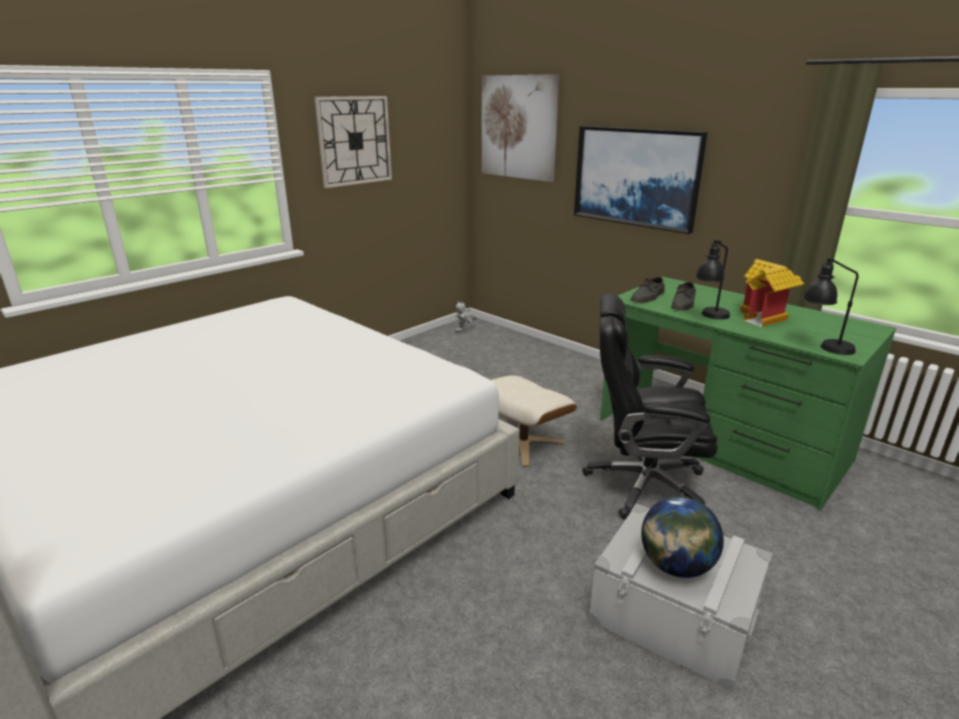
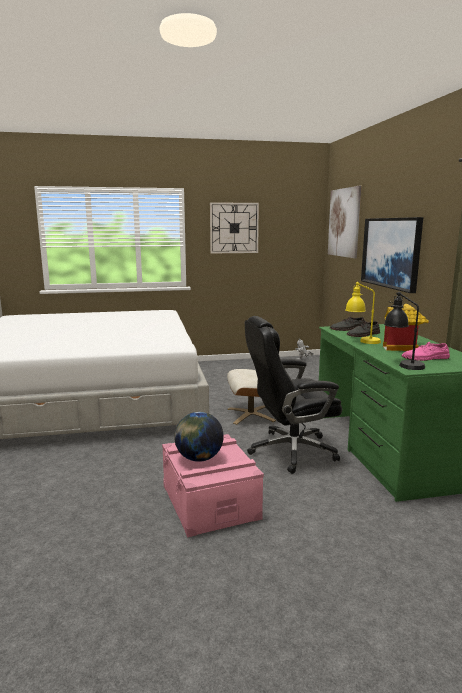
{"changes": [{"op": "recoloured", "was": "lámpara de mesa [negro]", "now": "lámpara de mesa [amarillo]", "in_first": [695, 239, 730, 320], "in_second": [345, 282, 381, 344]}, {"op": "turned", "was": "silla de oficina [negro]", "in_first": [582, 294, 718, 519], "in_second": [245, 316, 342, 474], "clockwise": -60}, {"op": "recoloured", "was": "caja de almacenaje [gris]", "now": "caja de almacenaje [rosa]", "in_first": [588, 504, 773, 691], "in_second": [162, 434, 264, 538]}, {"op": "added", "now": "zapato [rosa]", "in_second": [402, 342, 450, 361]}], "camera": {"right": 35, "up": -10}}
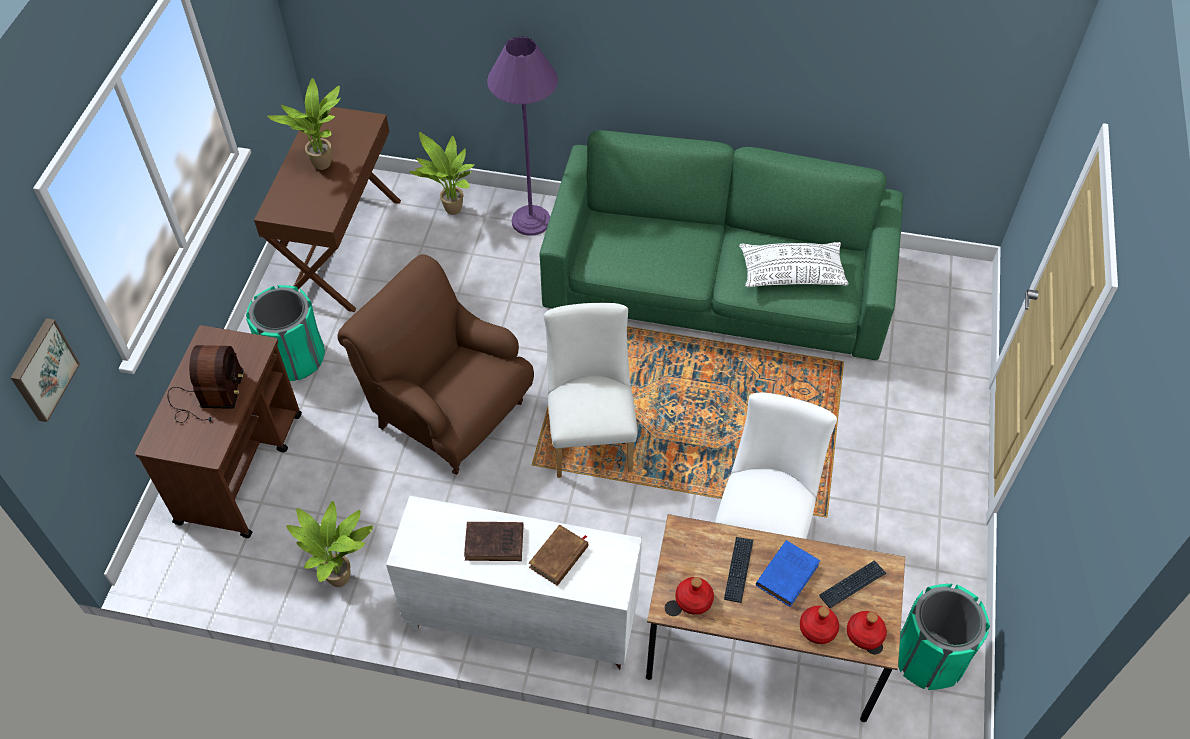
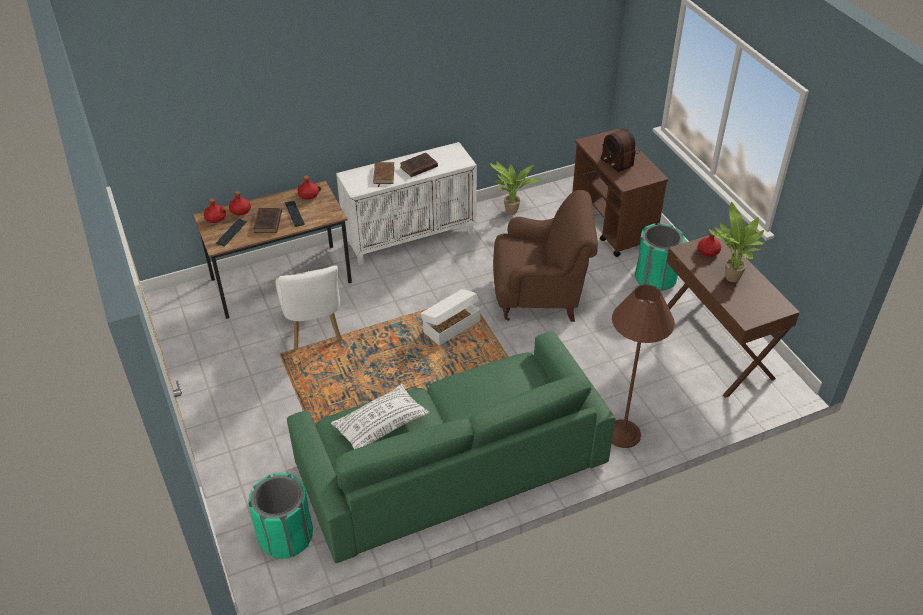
{"changes": [{"op": "recoloured", "was": "lámpara de pie [morado]", "now": "lámpara de pie [marrón]", "in_first": [487, 37, 558, 236], "in_second": [612, 285, 675, 448]}, {"op": "removed", "was": "planta en maceta", "in_first": [409, 132, 475, 215]}, {"op": "replaced", "was": "silla [blanco]", "now": "caja de almacenaje [blanco]", "in_first": [544, 303, 637, 478], "in_second": [421, 289, 480, 345]}, {"op": "removed", "was": "cuadro", "in_first": [11, 318, 80, 422]}, {"op": "recoloured", "was": "libro [azul]", "now": "libro [marrón]", "in_first": [756, 540, 820, 607], "in_second": [254, 208, 282, 233]}, {"op": "moved", "was": "papelera [verde]", "in_first": [898, 584, 990, 690], "in_second": [248, 473, 313, 559]}, {"op": "added", "now": "botella [rojo]", "in_second": [698, 232, 721, 257]}], "camera": {"right": 145, "up": -10}}
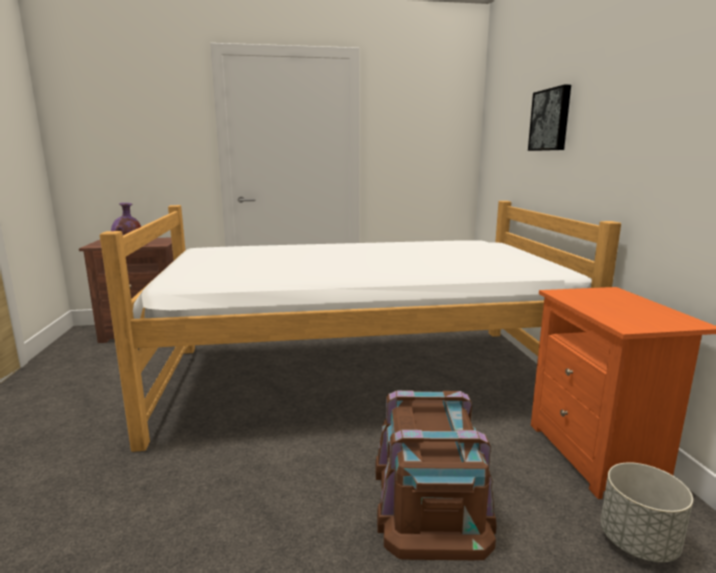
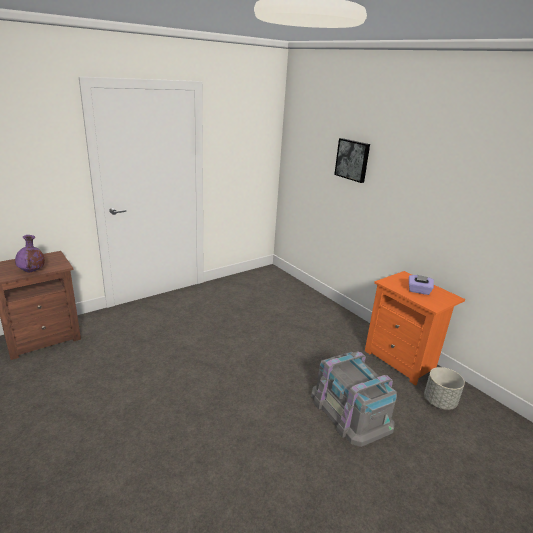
{"changes": [{"op": "removed", "was": "cama", "in_first": [100, 201, 621, 452]}, {"op": "recoloured", "was": "caja de almacenaje [marrón]", "now": "caja de almacenaje [gris]", "in_first": [375, 391, 497, 560], "in_second": [311, 352, 397, 447]}, {"op": "added", "now": "caja de pañuelos [morado]", "in_second": [409, 275, 434, 295]}], "camera": {"right": -30, "up": 10}}
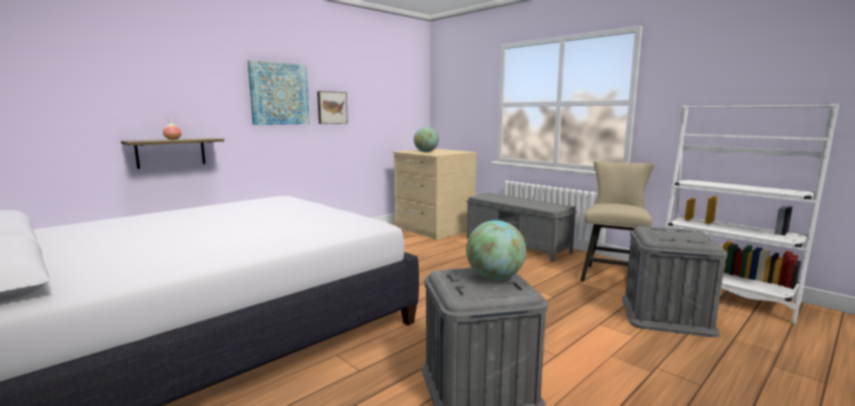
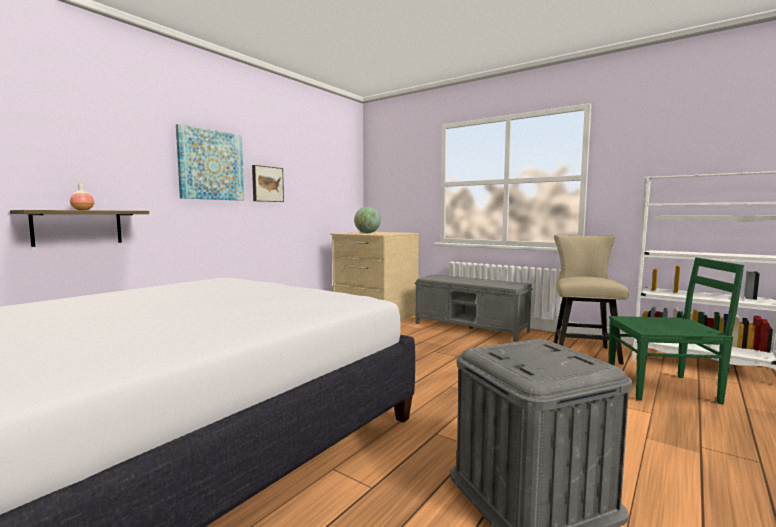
{"changes": [{"op": "removed", "was": "globo terráqueo", "in_first": [466, 220, 526, 280]}, {"op": "replaced", "was": "caja de almacenaje [gris]", "now": "silla [verde]", "in_first": [622, 226, 728, 337], "in_second": [609, 258, 744, 404]}], "camera": {"right": -10, "up": -5}}
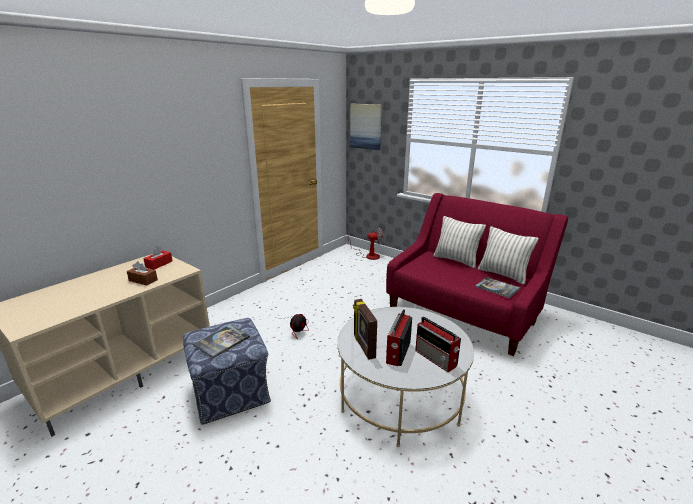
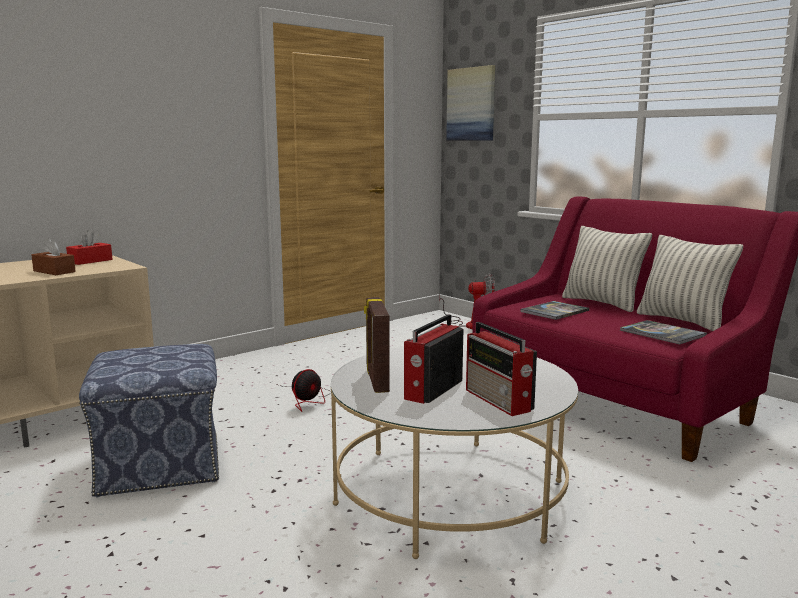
{"changes": [{"op": "moved", "was": "libro", "in_first": [193, 325, 250, 358], "in_second": [521, 301, 589, 320]}], "camera": {"right": 10, "up": -10}}
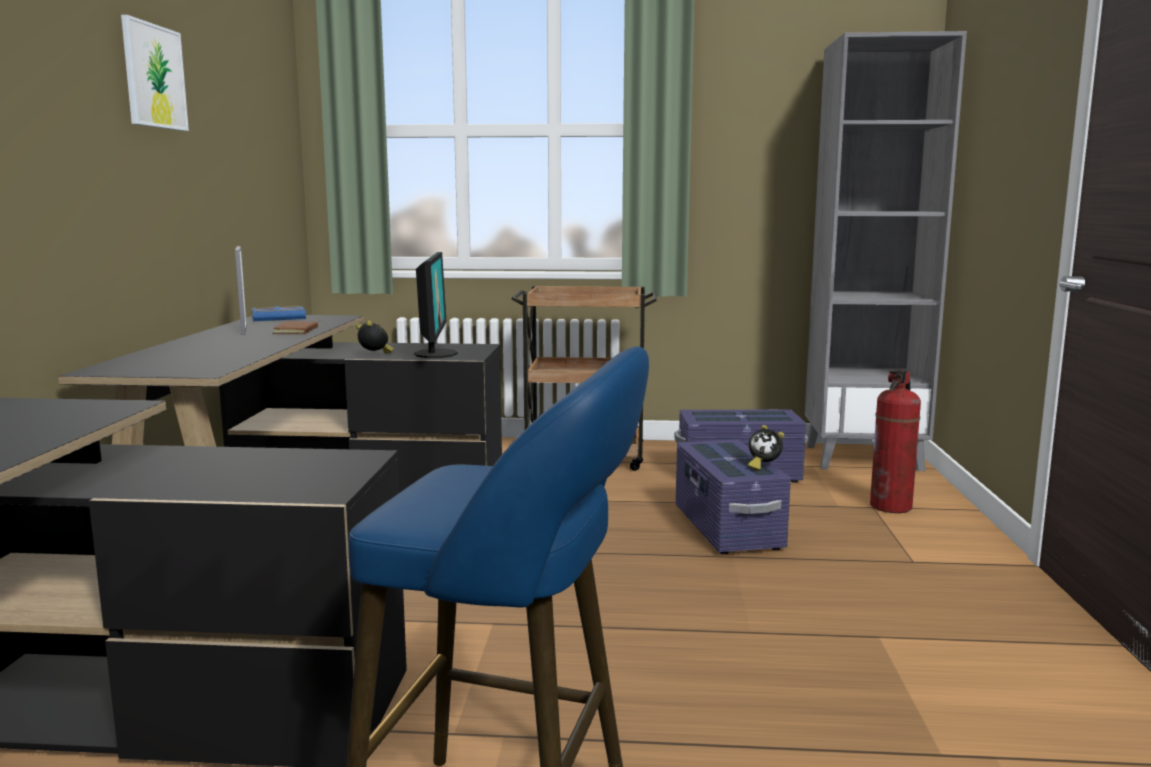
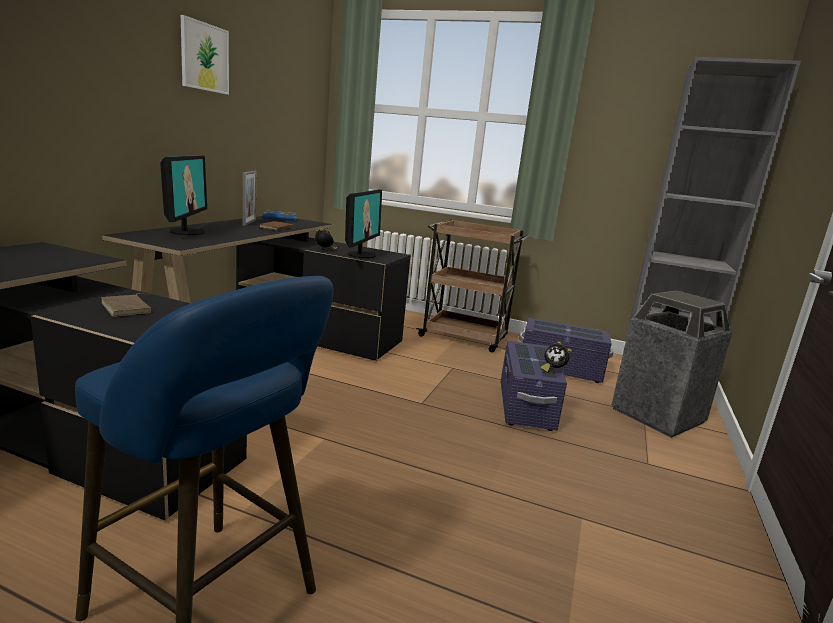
{"changes": [{"op": "replaced", "was": "extintor", "now": "papelera", "in_first": [870, 369, 921, 513], "in_second": [611, 290, 732, 438]}, {"op": "added", "now": "monitor", "in_second": [160, 155, 207, 235]}, {"op": "added", "now": "libro [marrón]", "in_second": [101, 293, 151, 317]}], "camera": {"right": 15, "up": 5}}
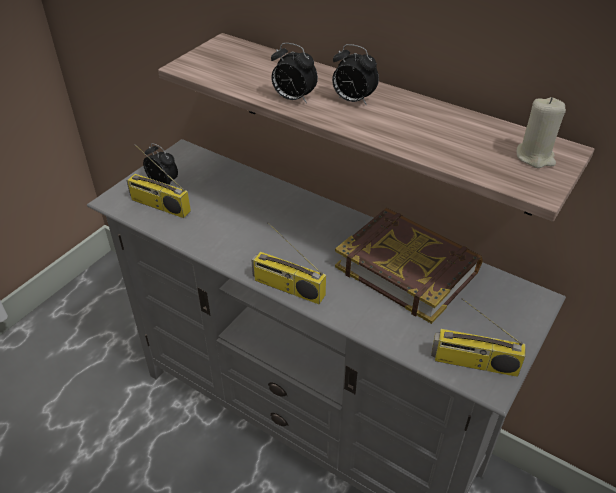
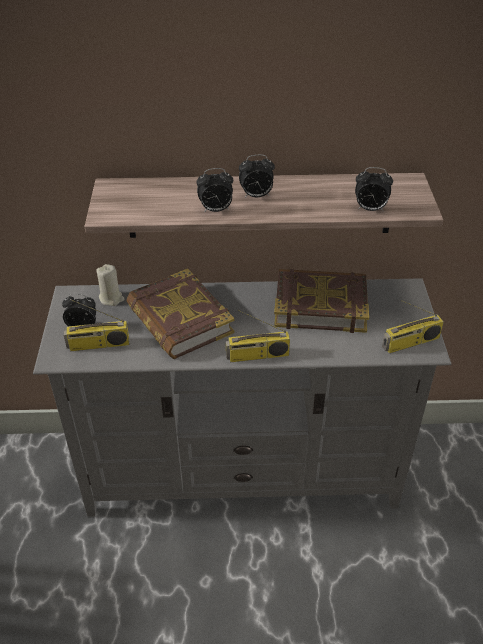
{"changes": [{"op": "moved", "was": "vela [beis]", "in_first": [517, 97, 566, 168], "in_second": [96, 264, 125, 306]}, {"op": "added", "now": "despertador", "in_second": [355, 167, 393, 211]}, {"op": "added", "now": "libro", "in_second": [126, 269, 235, 359]}], "camera": {"right": -35, "up": 0}}
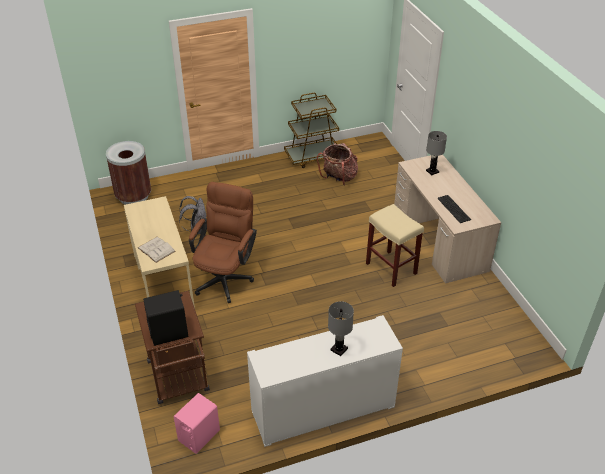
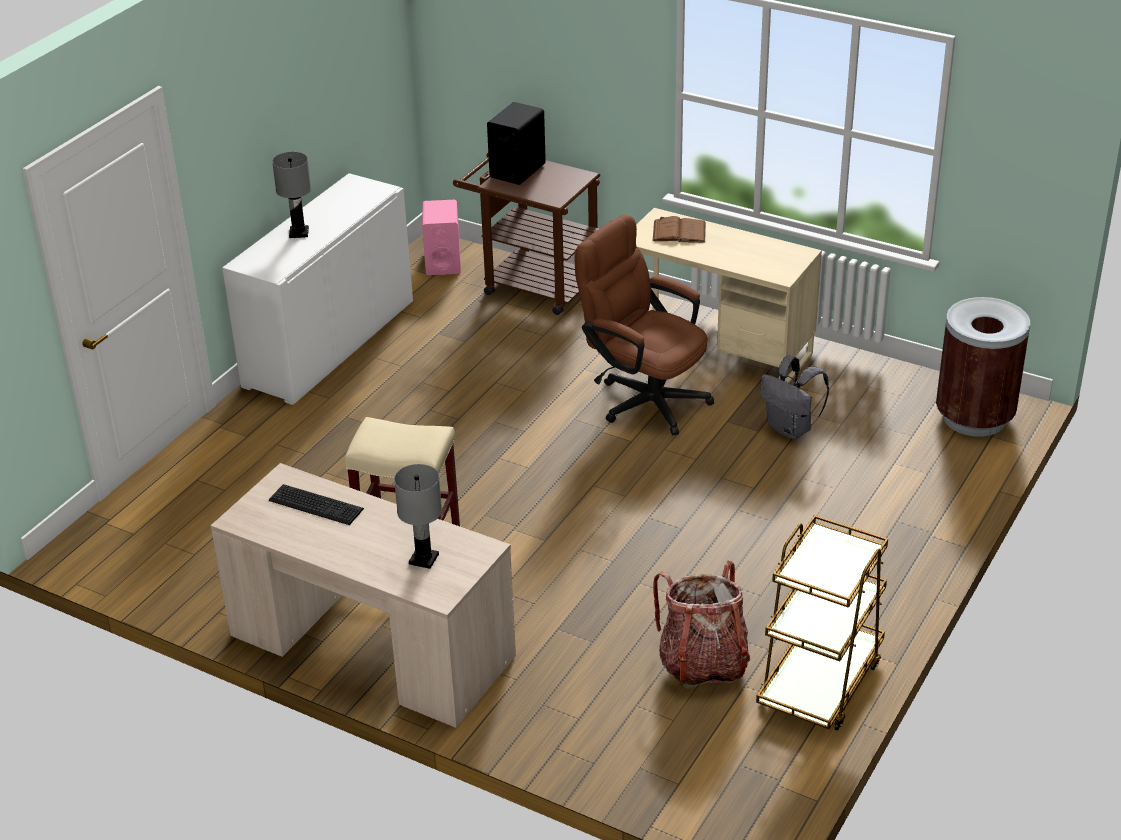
{"changes": [{"op": "turned", "was": "silla de oficina [marrón]", "in_first": [189, 182, 257, 303], "in_second": [574, 214, 714, 435], "clockwise": 150}, {"op": "recoloured", "was": "libro [blanco]", "now": "libro [marrón]", "in_first": [138, 237, 176, 263], "in_second": [653, 216, 706, 243]}], "camera": {"right": 140, "up": -5}}
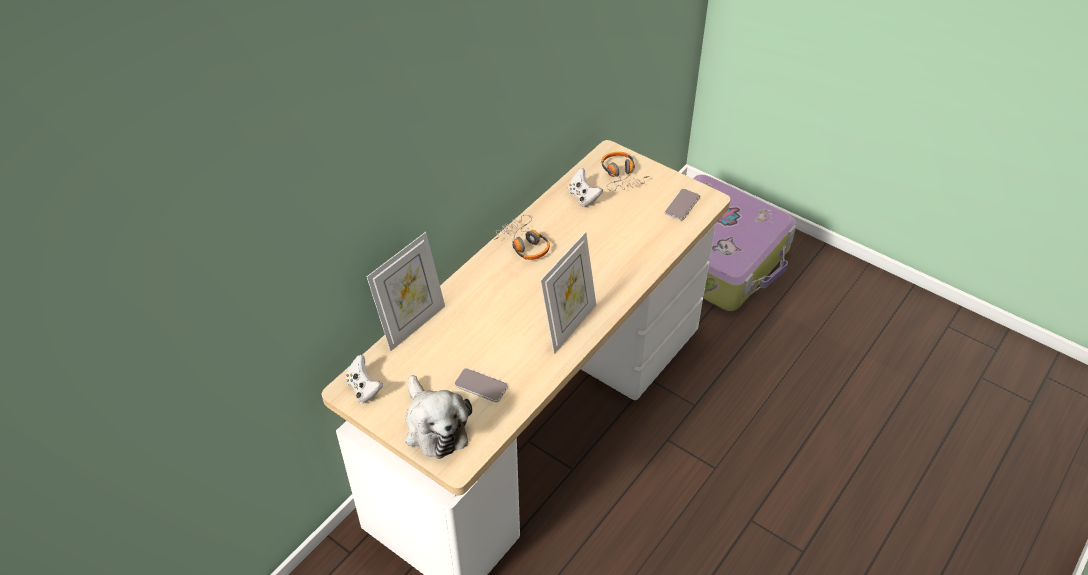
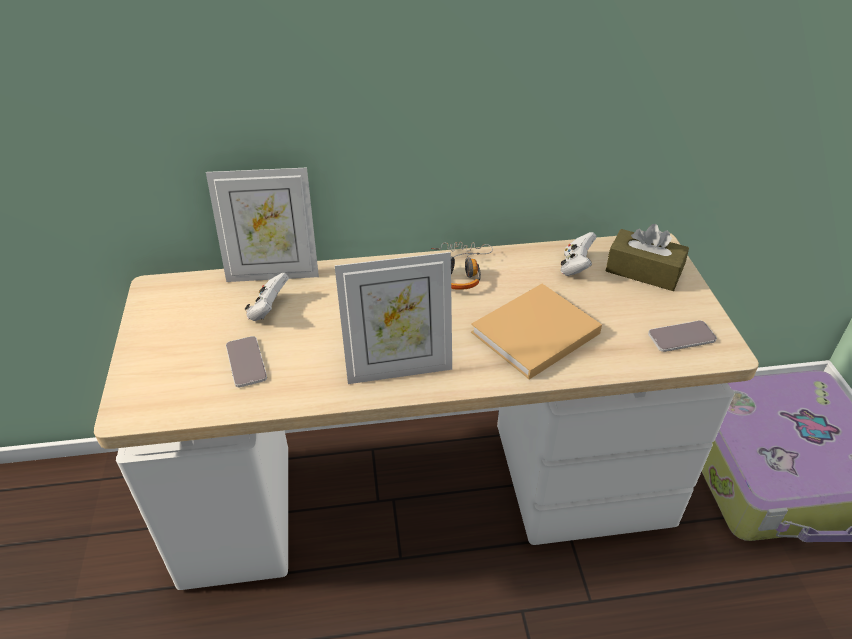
{"changes": [{"op": "replaced", "was": "auriculares", "now": "caja de pañuelos [marrón]", "in_first": [601, 152, 650, 191], "in_second": [606, 224, 689, 291]}, {"op": "moved", "was": "mando de consola [blanco]", "in_first": [345, 355, 383, 403], "in_second": [245, 273, 289, 321]}, {"op": "removed", "was": "peluche", "in_first": [405, 375, 472, 459]}, {"op": "added", "now": "libro [beis]", "in_second": [471, 284, 602, 380]}], "camera": {"right": 45, "up": -5}}
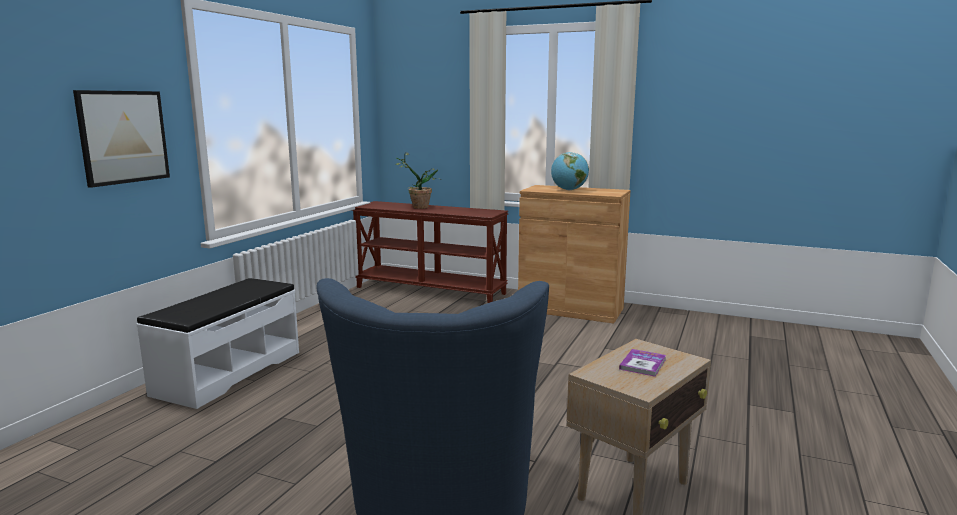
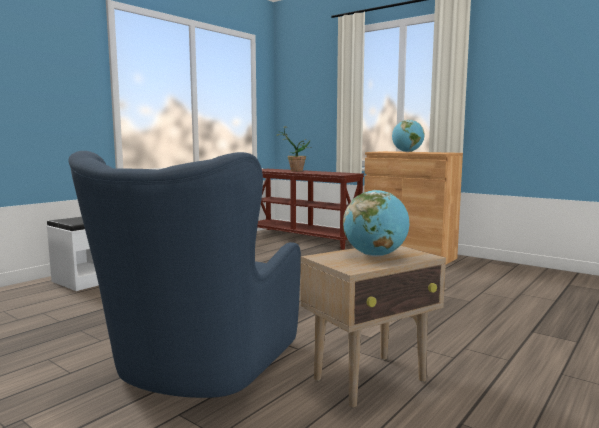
{"changes": [{"op": "removed", "was": "cuadro", "in_first": [73, 90, 170, 188]}, {"op": "replaced", "was": "libro", "now": "globo terráqueo", "in_first": [619, 349, 666, 377], "in_second": [343, 190, 409, 257]}], "camera": {"right": 15, "up": -5}}
